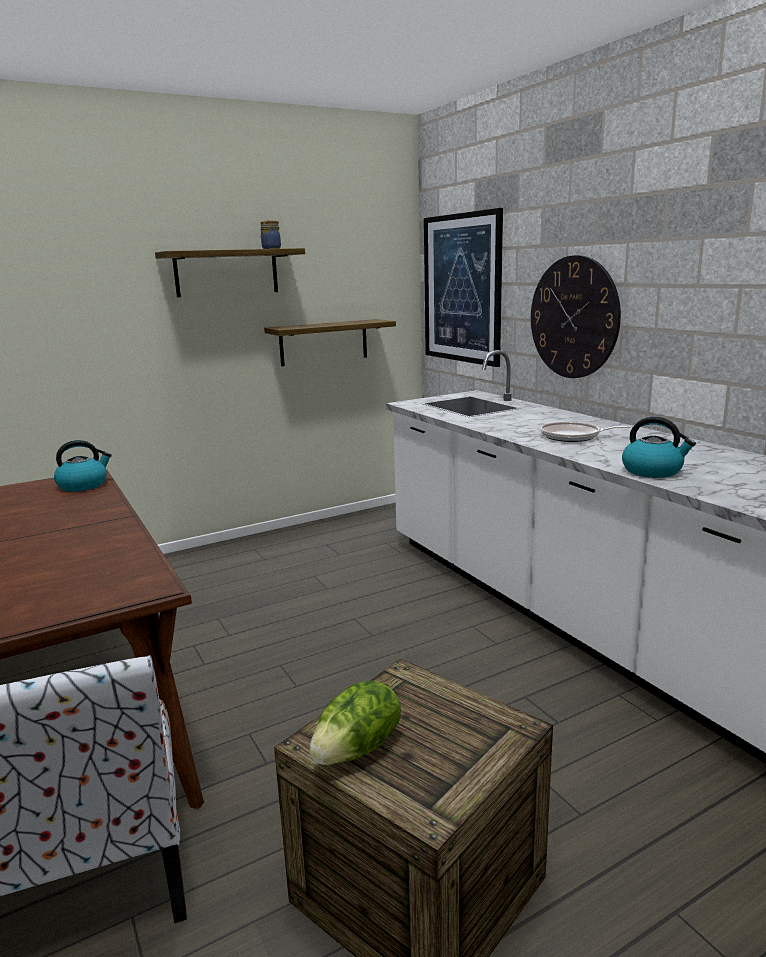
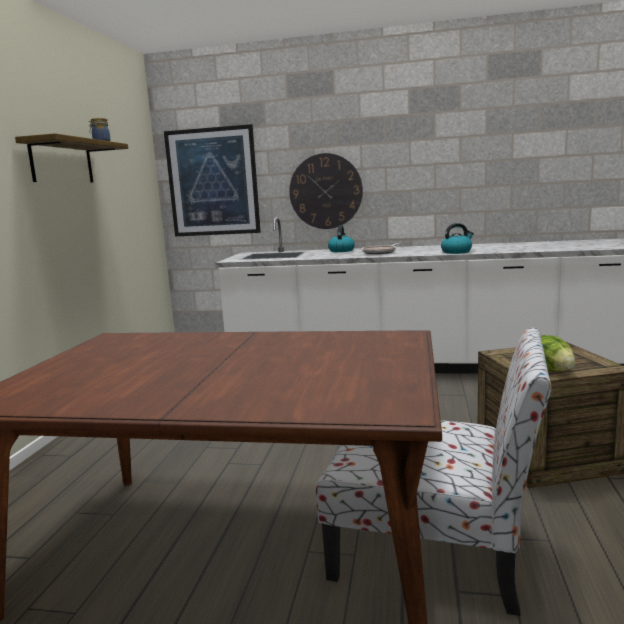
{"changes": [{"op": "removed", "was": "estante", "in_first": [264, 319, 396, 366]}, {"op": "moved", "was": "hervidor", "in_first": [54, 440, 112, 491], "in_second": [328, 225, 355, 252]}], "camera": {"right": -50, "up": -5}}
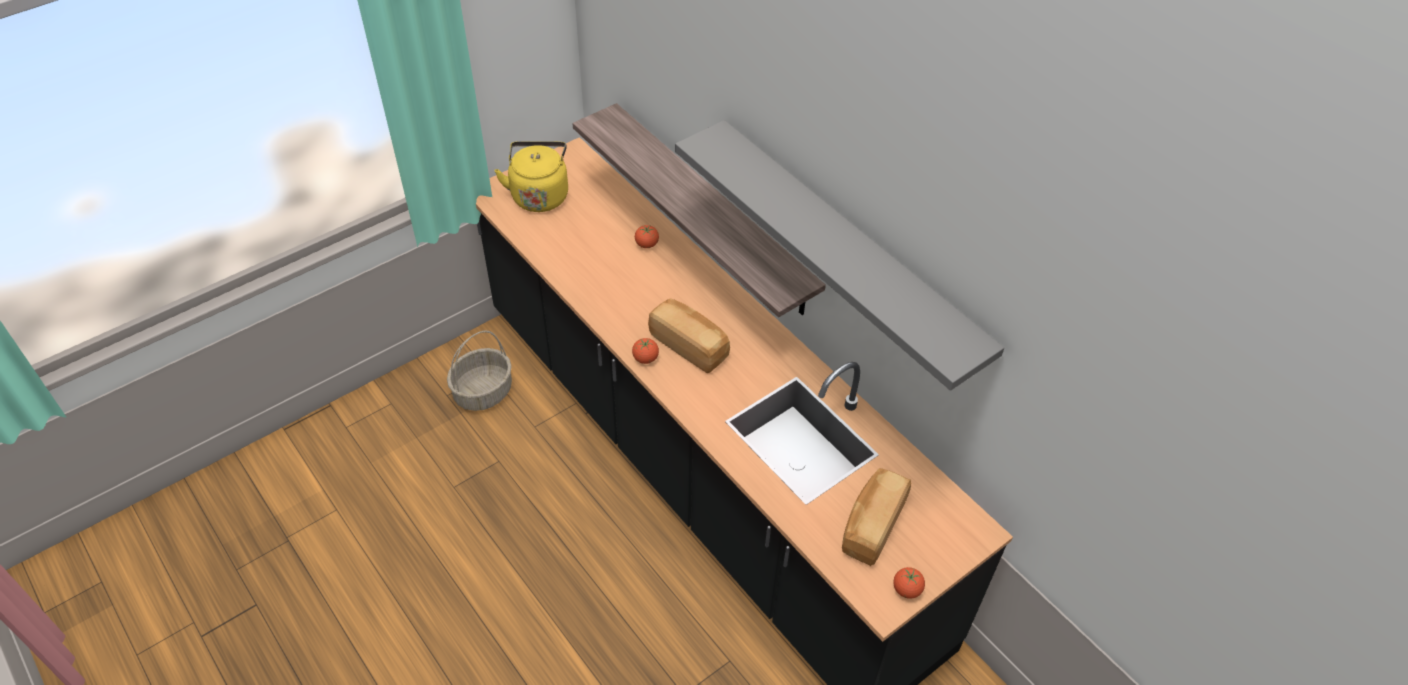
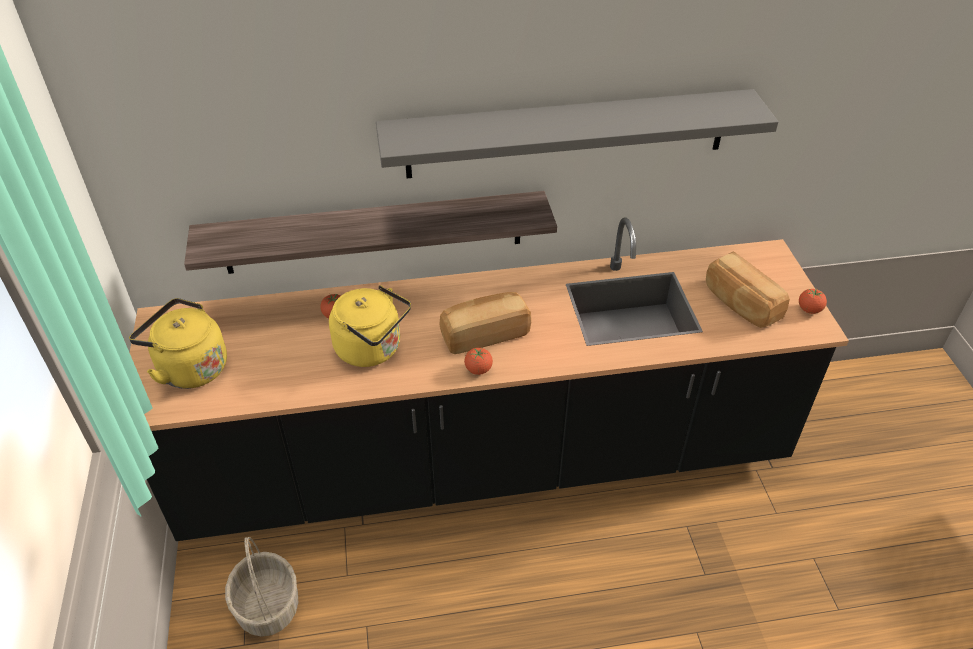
{"changes": [{"op": "added", "now": "hervidor [amarillo]", "in_second": [329, 285, 411, 367]}], "camera": {"right": -60, "up": -5}}
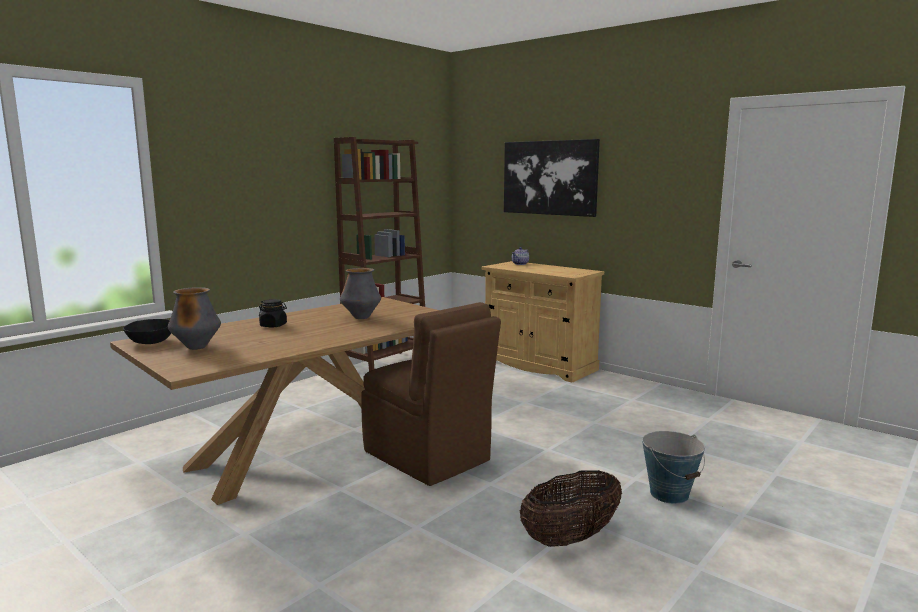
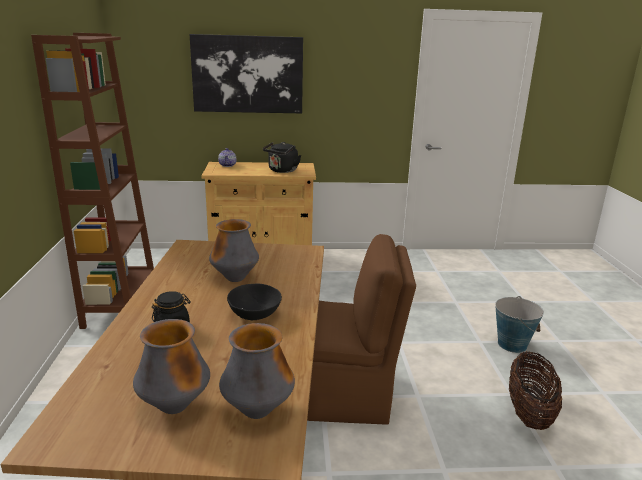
{"changes": [{"op": "moved", "was": "cuenco [negro]", "in_first": [123, 319, 171, 344], "in_second": [227, 284, 282, 320]}, {"op": "added", "now": "hervidor [negro]", "in_second": [263, 142, 301, 173]}, {"op": "added", "now": "florero", "in_second": [219, 323, 295, 419]}], "camera": {"right": -45, "up": 10}}
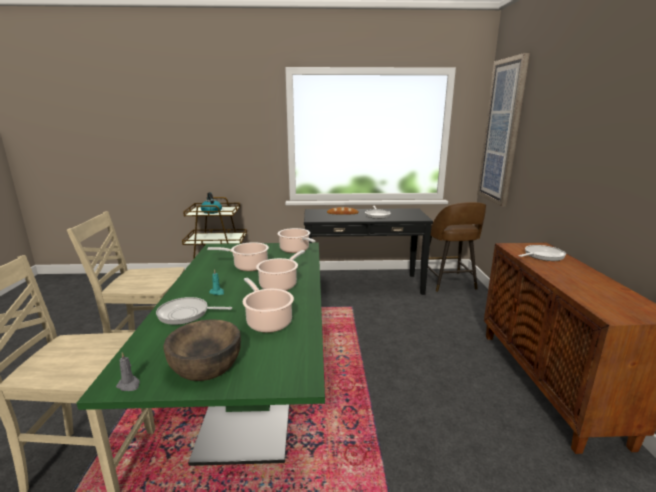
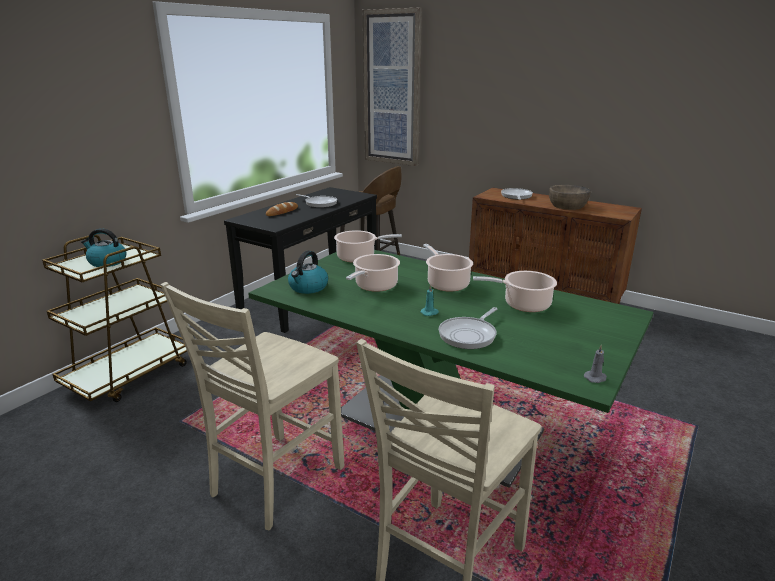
{"changes": [{"op": "moved", "was": "cuenco [marrón]", "in_first": [163, 319, 241, 381], "in_second": [549, 185, 591, 210]}, {"op": "added", "now": "hervidor", "in_second": [288, 251, 328, 294]}], "camera": {"right": -55, "up": 5}}
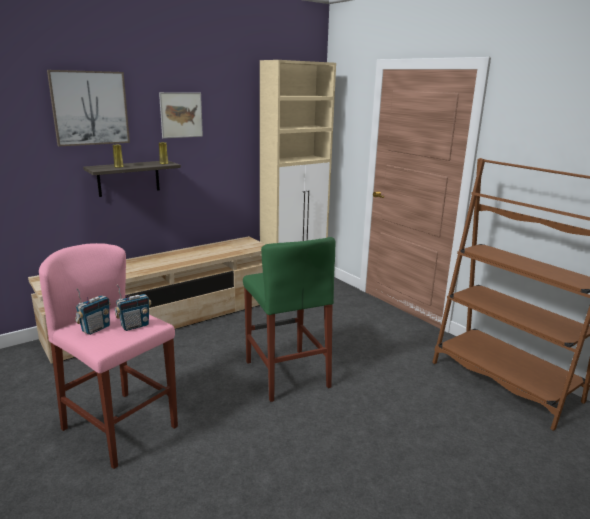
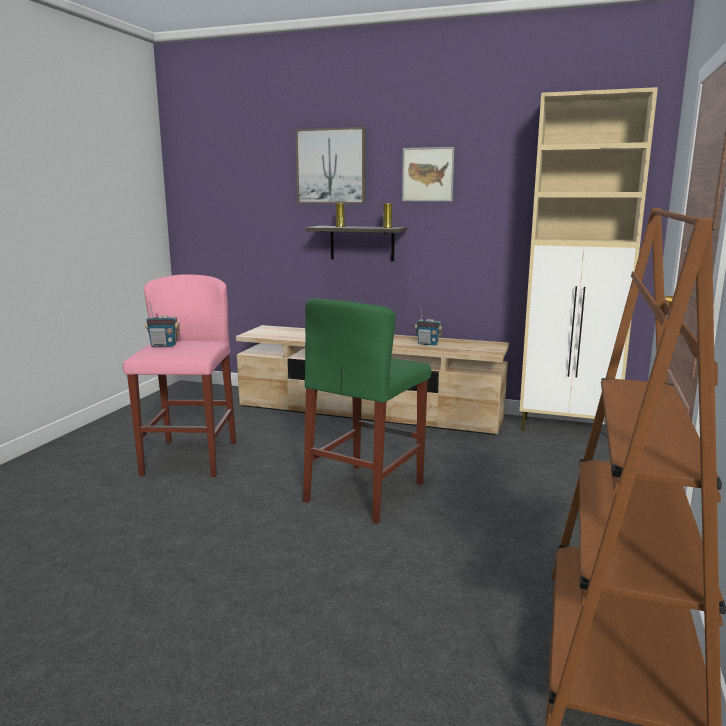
{"changes": [{"op": "moved", "was": "radio", "in_first": [115, 284, 151, 331], "in_second": [415, 307, 442, 346]}], "camera": {"right": 55, "up": -5}}
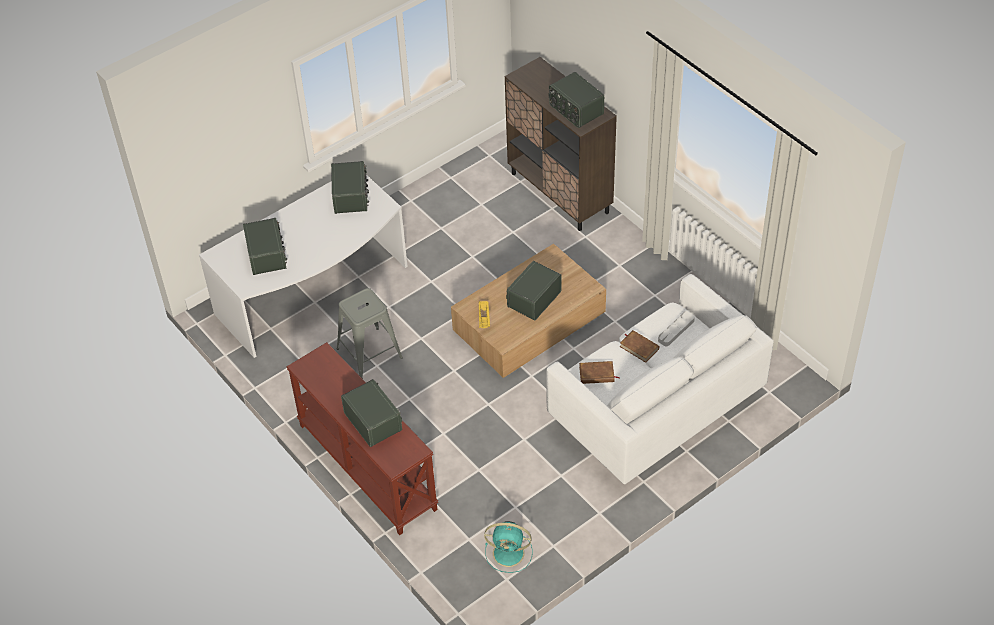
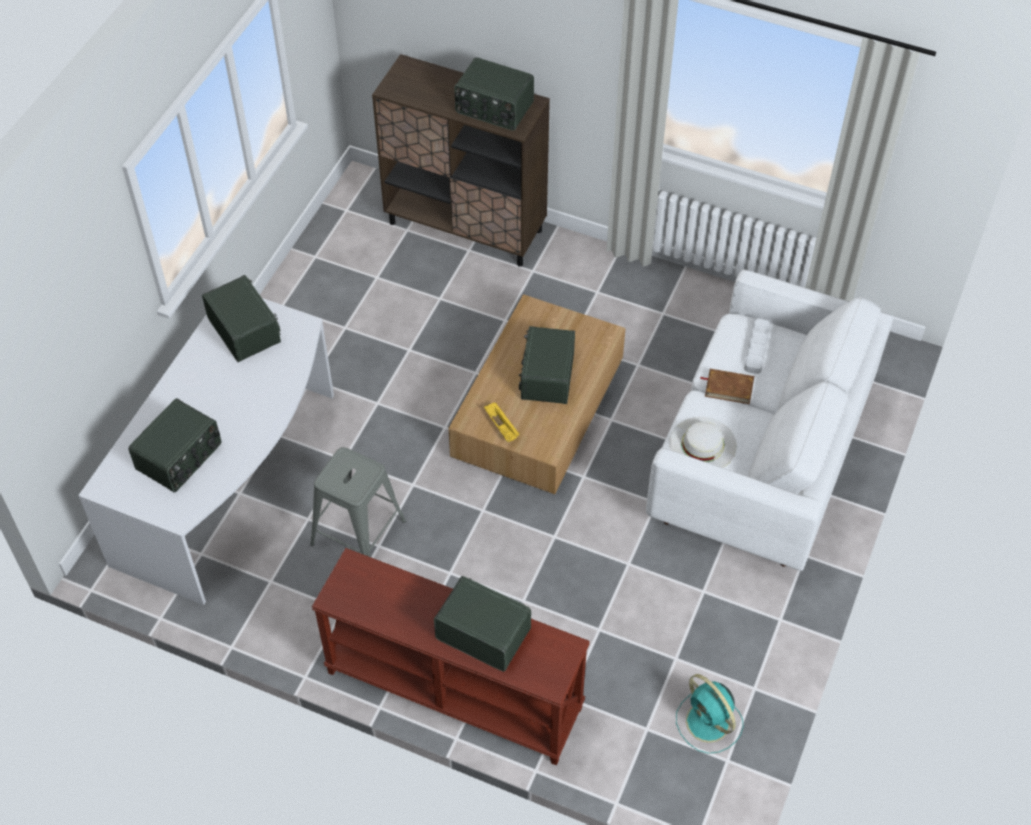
{"changes": [{"op": "turned", "was": "radio", "in_first": [243, 218, 287, 275], "in_second": [128, 398, 221, 493], "clockwise": 75}, {"op": "replaced", "was": "libro [marrón]", "now": "sombrero [blanco]", "in_first": [579, 361, 620, 384], "in_second": [669, 417, 737, 468]}, {"op": "turned", "was": "ventilador [turquesa]", "in_first": [484, 521, 533, 573], "in_second": [676, 674, 743, 754], "clockwise": 75}], "camera": {"right": -30, "up": 5}}
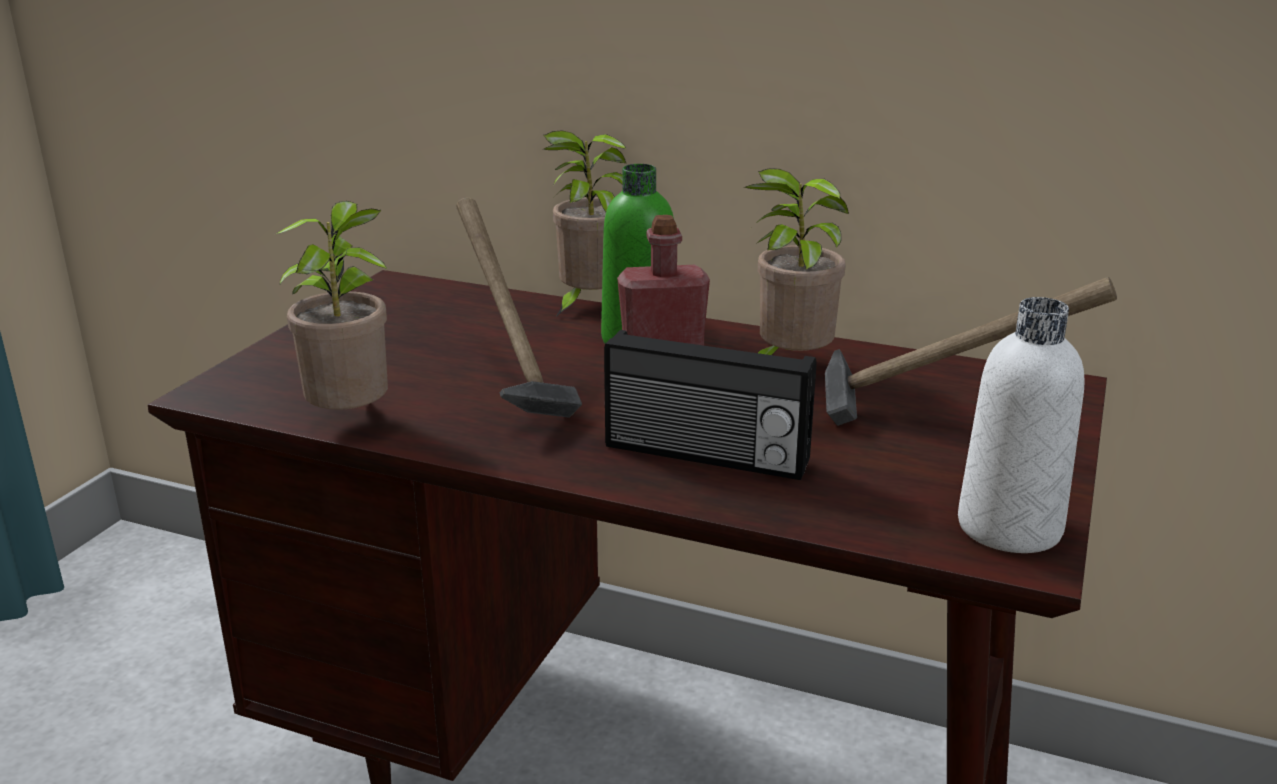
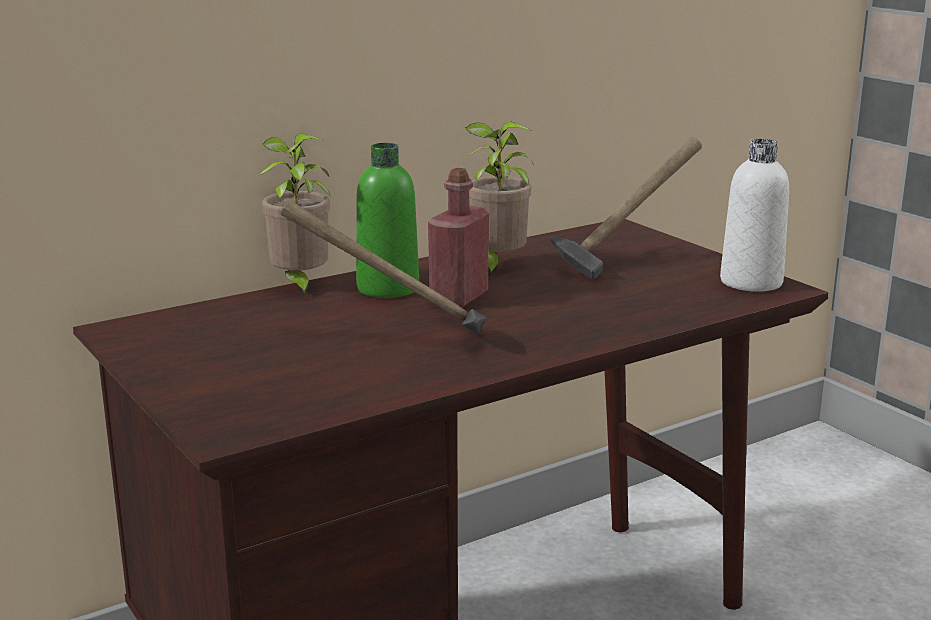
{"changes": [{"op": "removed", "was": "planta en maceta", "in_first": [276, 201, 388, 409]}, {"op": "removed", "was": "radio", "in_first": [604, 330, 816, 480]}], "camera": {"right": -55, "up": -5}}
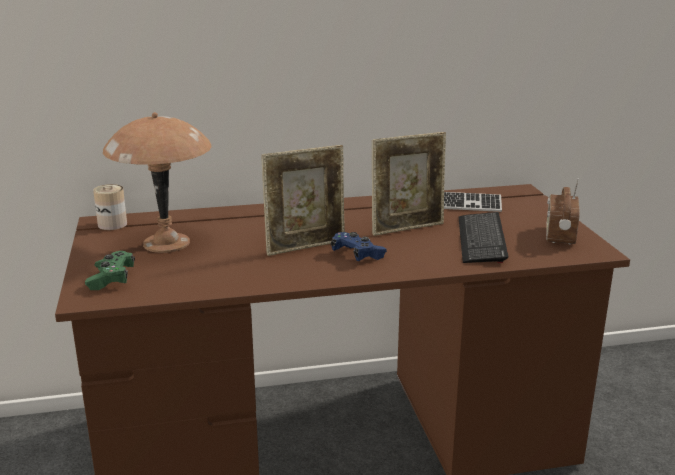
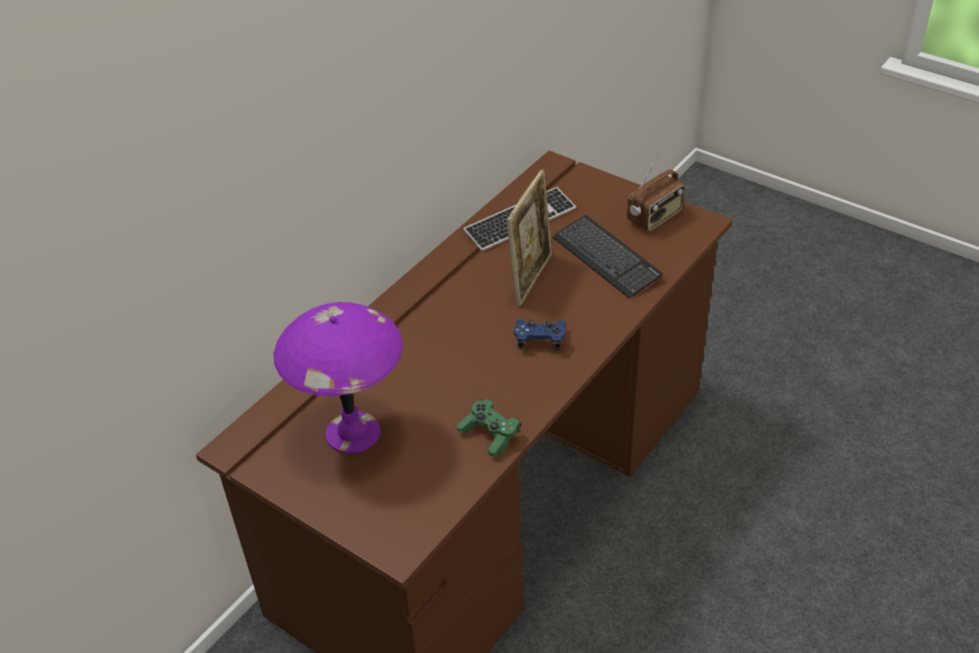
{"changes": [{"op": "recoloured", "was": "lámpara de mesa [marrón]", "now": "lámpara de mesa [morado]", "in_first": [103, 112, 212, 253], "in_second": [274, 302, 403, 454]}, {"op": "removed", "was": "portarretratos", "in_first": [261, 145, 345, 256]}, {"op": "turned", "was": "radio", "in_first": [546, 178, 580, 244], "in_second": [627, 155, 685, 232], "clockwise": -105}, {"op": "removed", "was": "lata", "in_first": [93, 184, 127, 230]}, {"op": "moved", "was": "mando de consola [verde]", "in_first": [85, 251, 135, 290], "in_second": [456, 399, 521, 458]}], "camera": {"right": -40, "up": 20}}
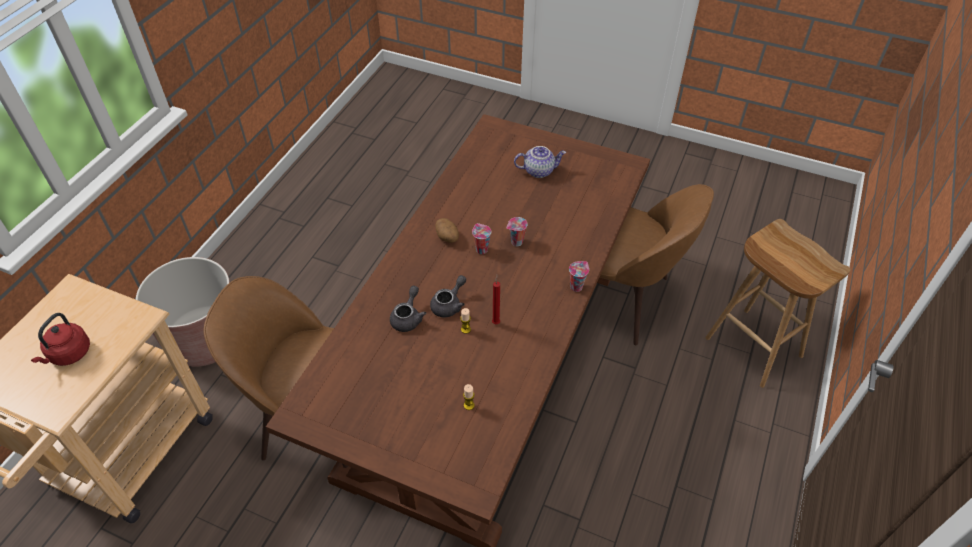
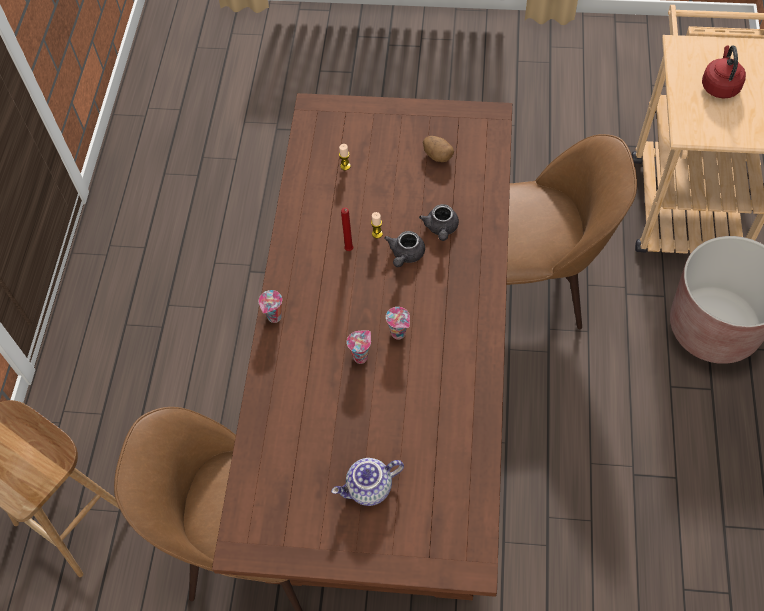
{"changes": [{"op": "moved", "was": "patata", "in_first": [435, 218, 459, 243], "in_second": [423, 136, 454, 162]}], "camera": {"right": 165, "up": 10}}
